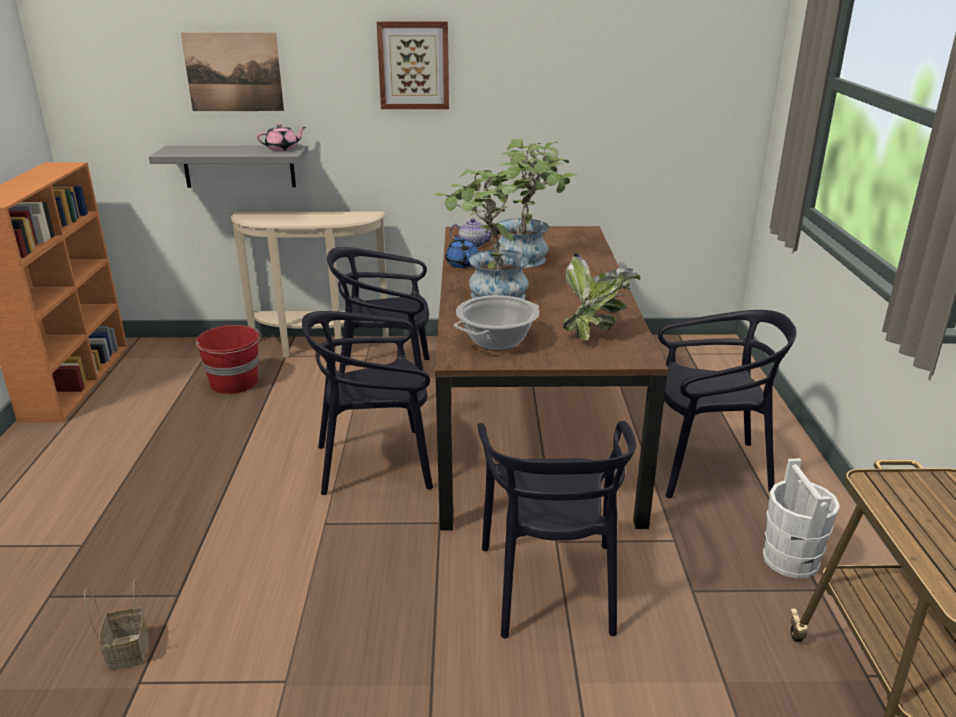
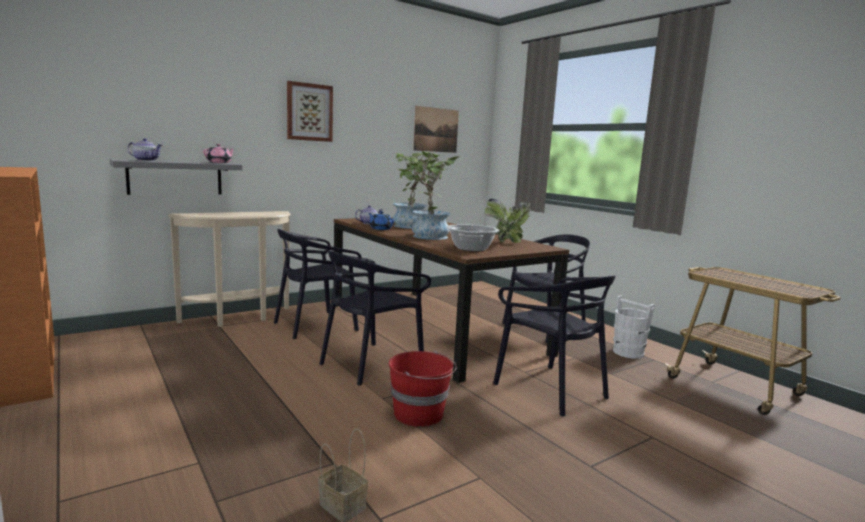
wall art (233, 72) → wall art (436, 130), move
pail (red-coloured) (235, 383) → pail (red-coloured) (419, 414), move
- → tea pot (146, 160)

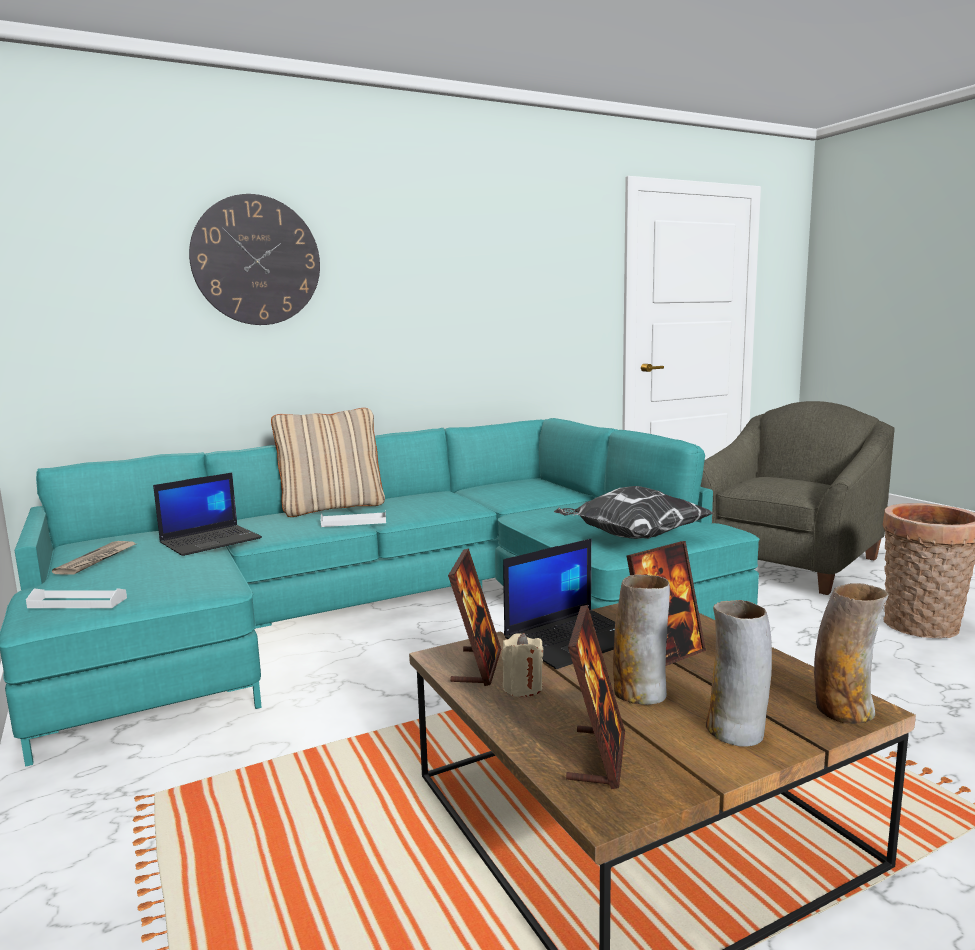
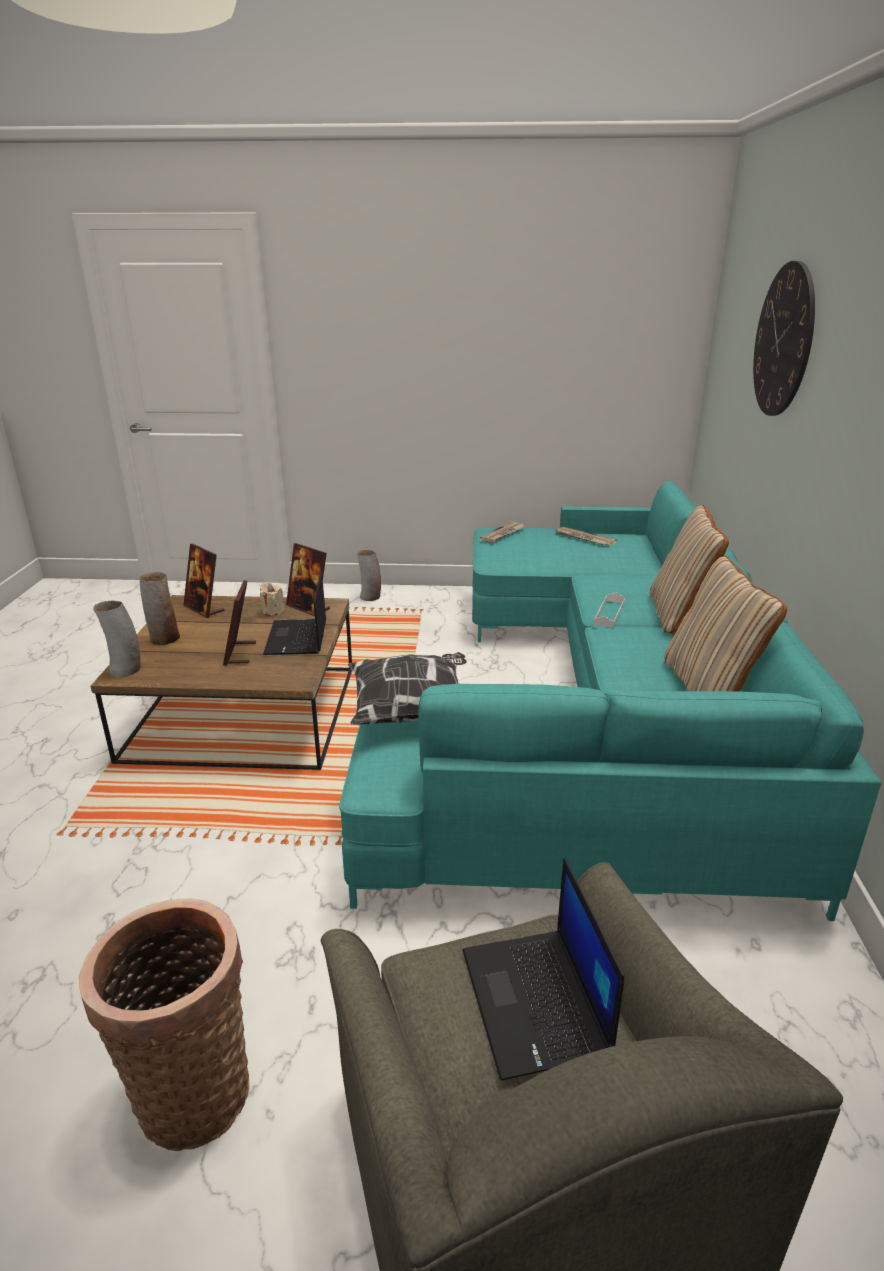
serving tray (white-coloured) (77, 603) → daily paper (503, 534)
notebook computer (211, 541) → notebook computer (536, 1003), move
flower vase (640, 692) → flower vase (370, 597), move
- → pillow (beige) (709, 689)

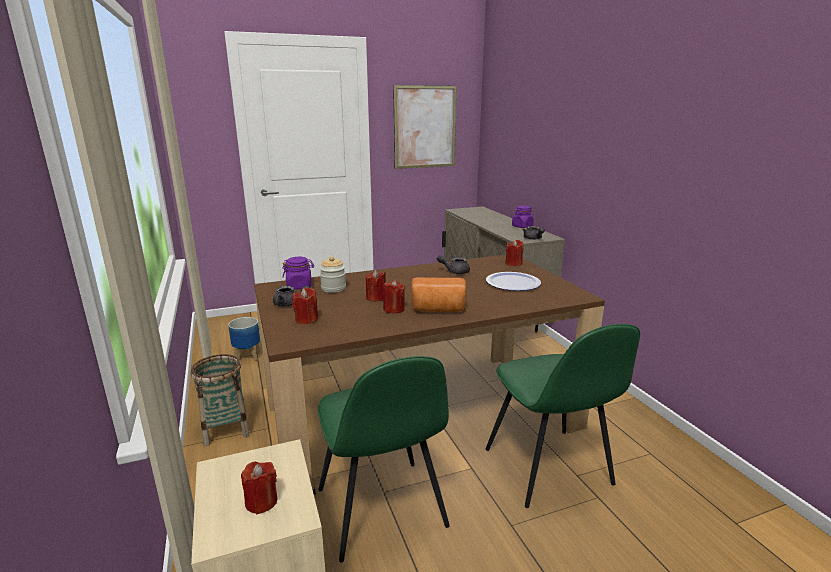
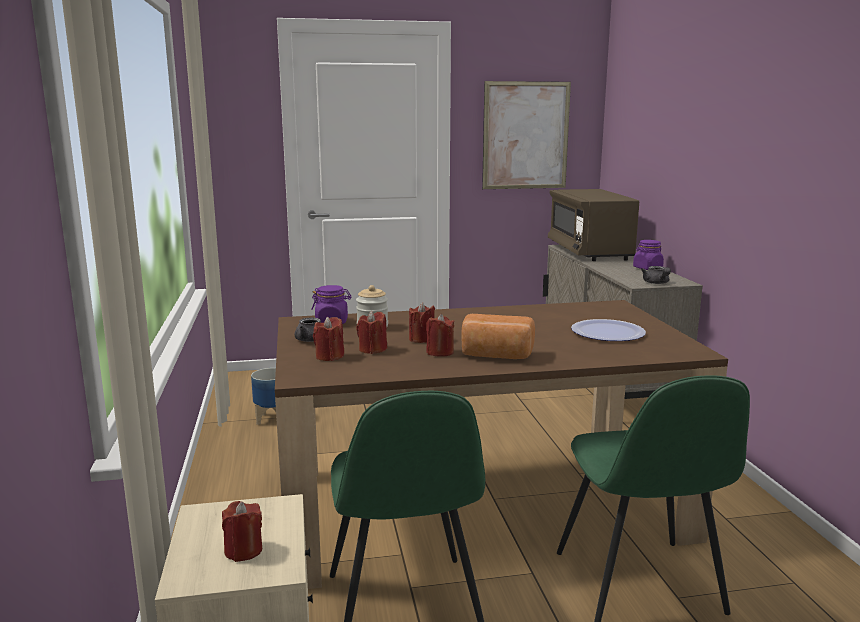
household basket (225, 429) → -
tea pot (greyish) (454, 271) → -
wax light (red-coloured) (513, 263) → wax light (red-coloured) (372, 349), move
- → microwave (brown) (589, 252)

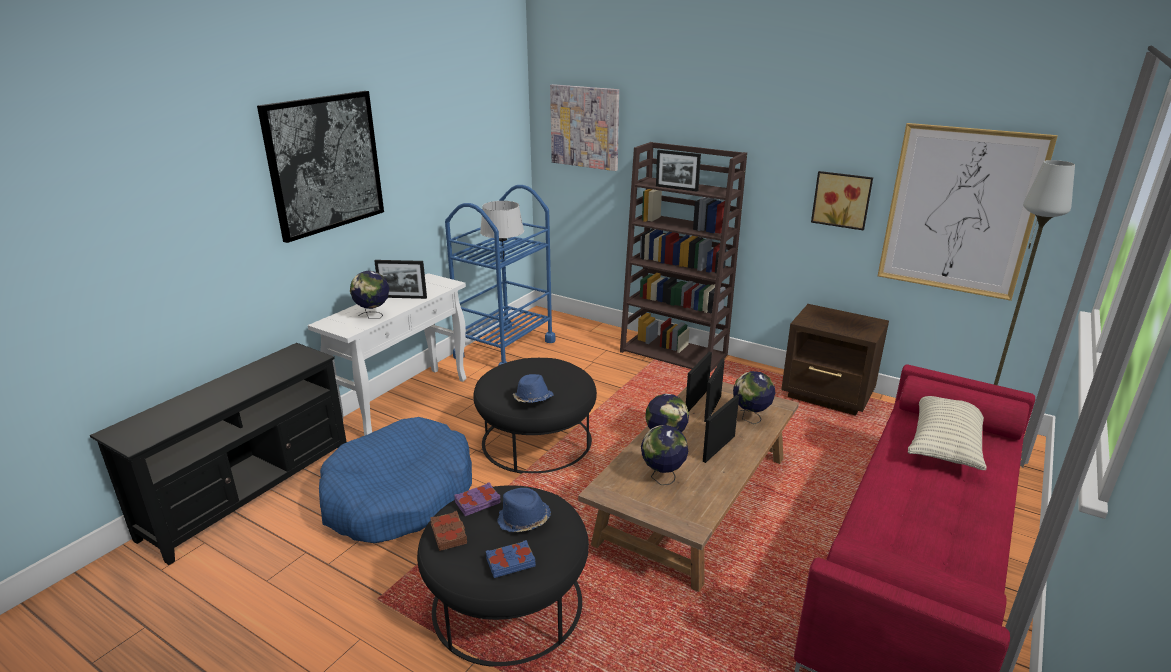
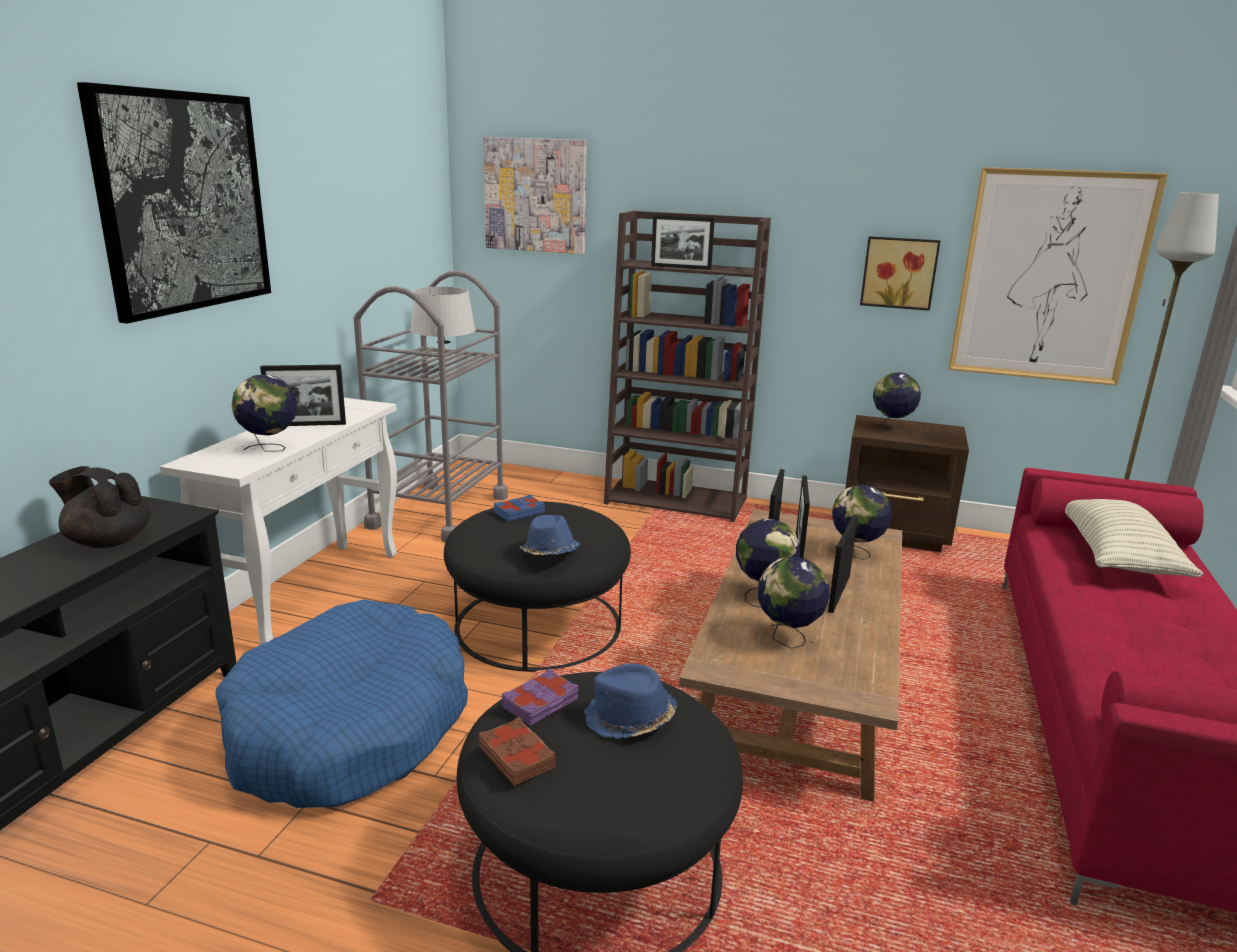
cart (bluish) (505, 349) → cart (greyish) (439, 511)
bound book (bluish) (510, 562) → bound book (bluish) (519, 512), move
- → tea pot (blackish) (108, 541)
- → world globe (891, 429)

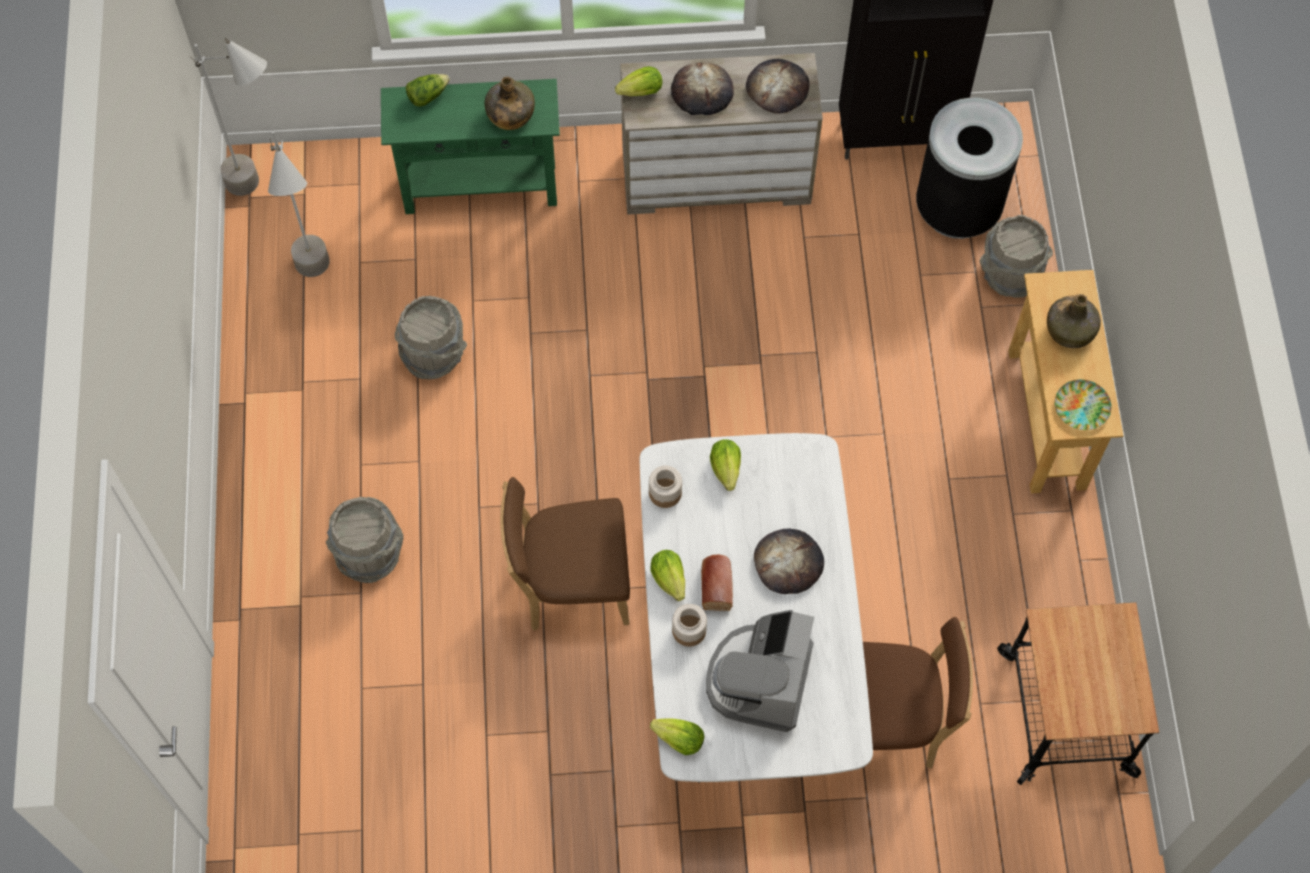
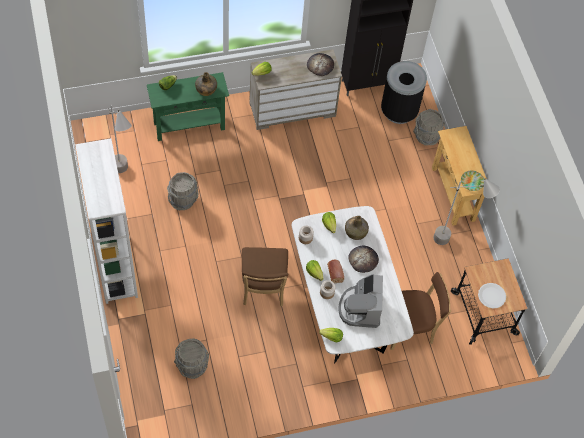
standing lamp (greyish) (265, 194) → standing lamp (greyish) (454, 242), move
pail (greyish) (369, 553) → pail (greyish) (191, 365), move
plain chair (brown) (570, 585) → plain chair (brown) (263, 289), 75 degrees counterclockwise
bakery bread (702, 92) → -
beverage bottle (green-coloured) (1070, 330) → beverage bottle (green-coloured) (356, 232), move
- → bookcase (white-coloured) (115, 266)
- → plate (white-coloured) (491, 296)

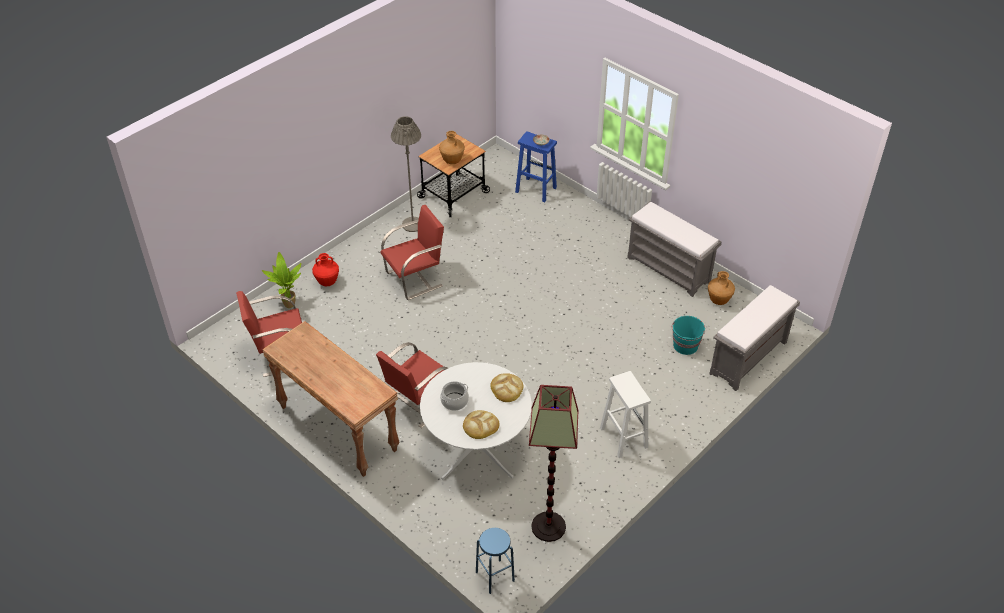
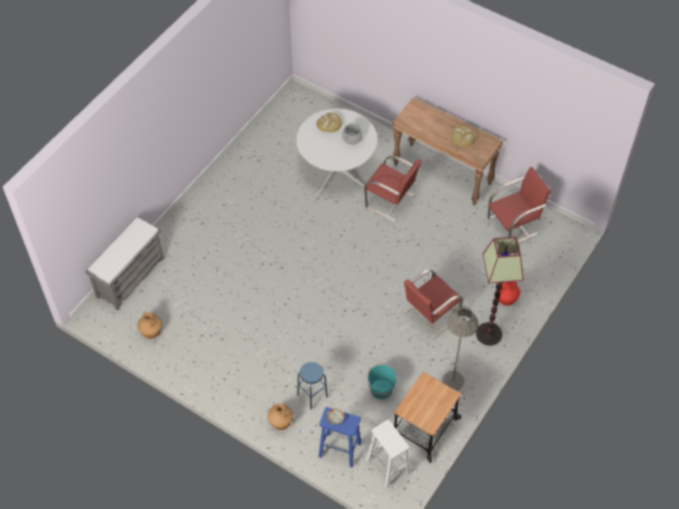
plant in a pot (287, 305) → -
plain chair (red-coloured) (417, 402) → plain chair (red-coloured) (391, 202), 90 degrees clockwise
flower vase (brown) (452, 161) → flower vase (brown) (281, 423), move
stool seat (bluish) (495, 576) → stool seat (bluish) (312, 395), move
bakery bread (507, 388) → bakery bread (463, 137), move
standing lamp (548, 527) → standing lamp (489, 334), move
stool seat (white-coloured) (623, 437) → stool seat (white-coloured) (388, 467), move
indoor bench (greyish) (669, 269) → -
pail (turquoise-coloured) (685, 346) → pail (turquoise-coloured) (381, 388), move

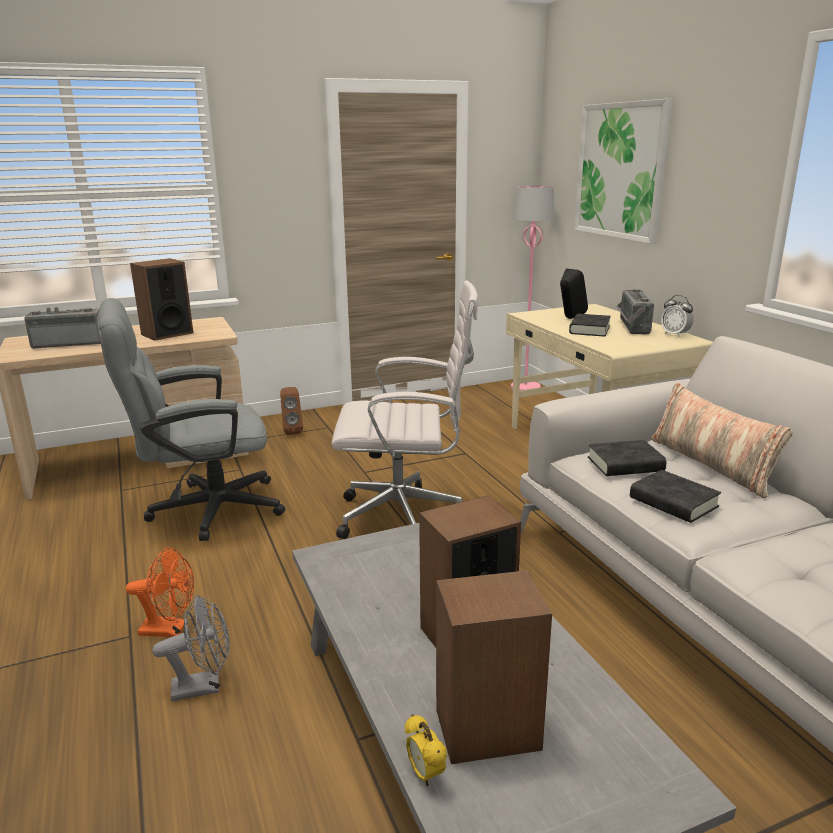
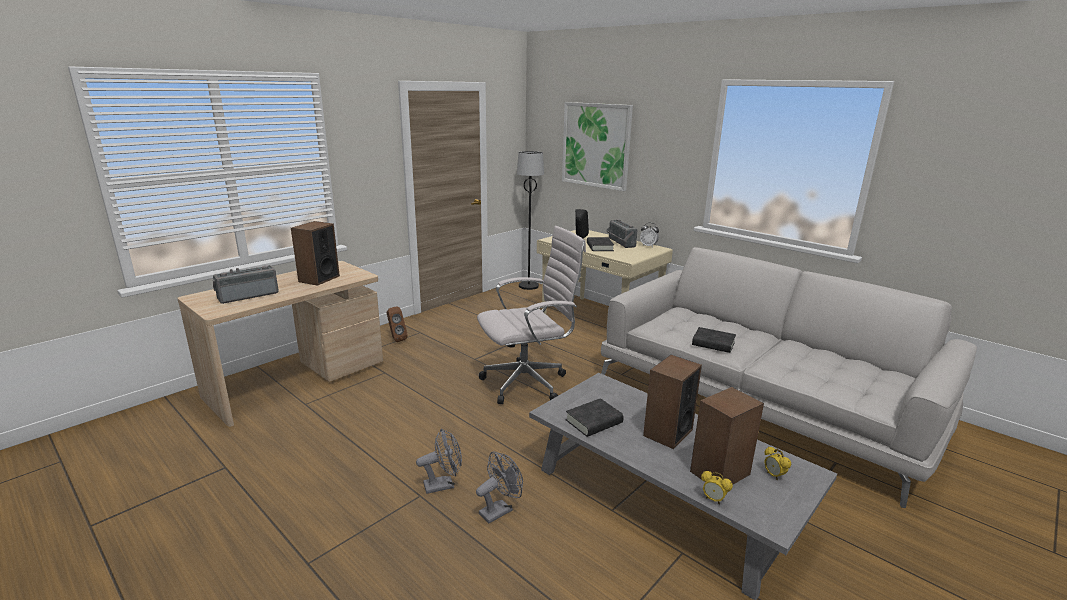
computer chair (greyish) (203, 510) → -
fan (orangey) (170, 629) → fan (greyish) (443, 484)
standing lamp (pink-coloured) (525, 387) → standing lamp (blackish) (528, 286)
bound book (blackish) (625, 464) → bound book (blackish) (594, 421), move
pillow (711, 464) → -
- → bedside clock (773, 475)

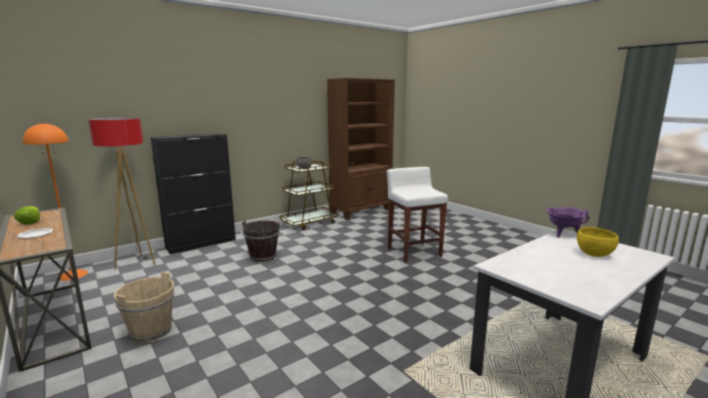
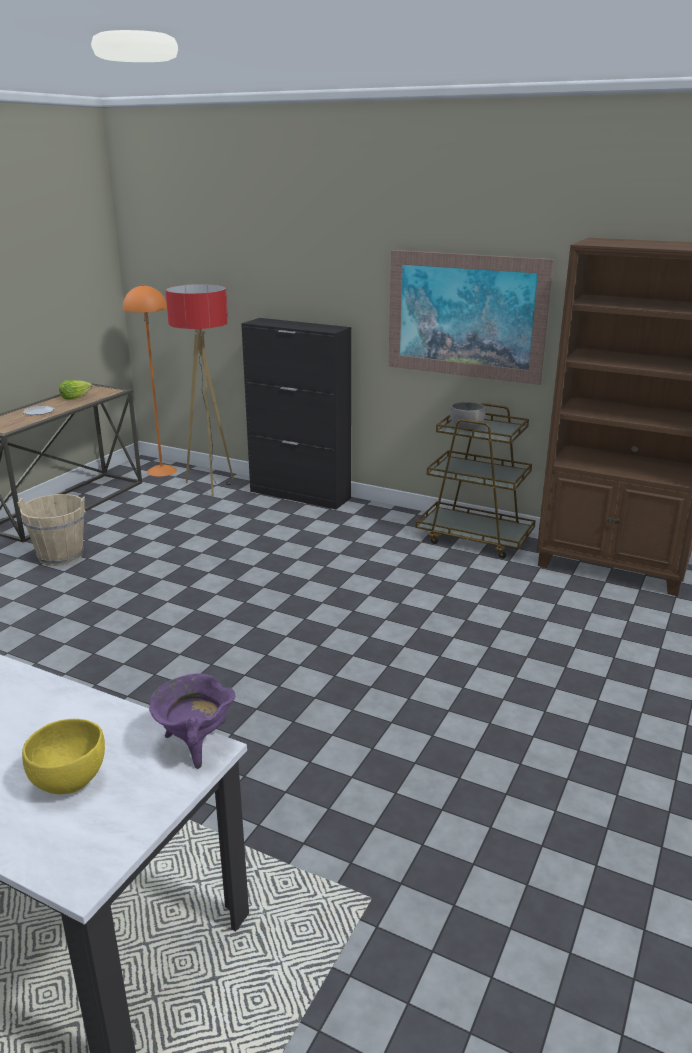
pail (brown) (263, 256) → -
stool seat (white-coloured) (413, 252) → -
- → wall art (465, 316)

